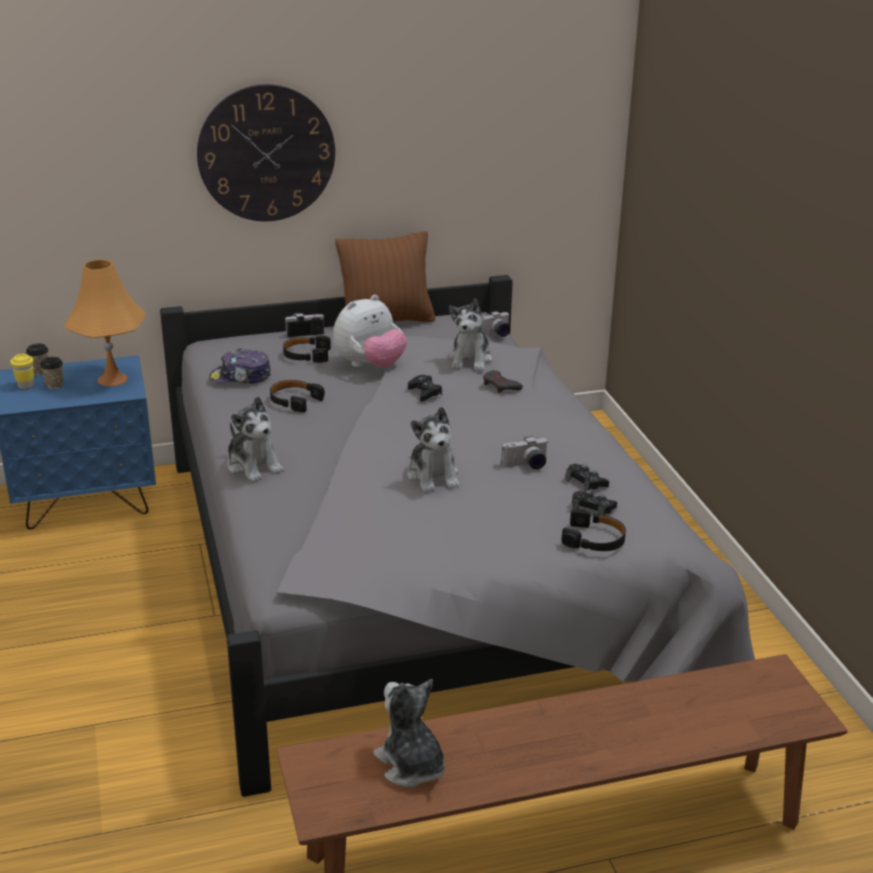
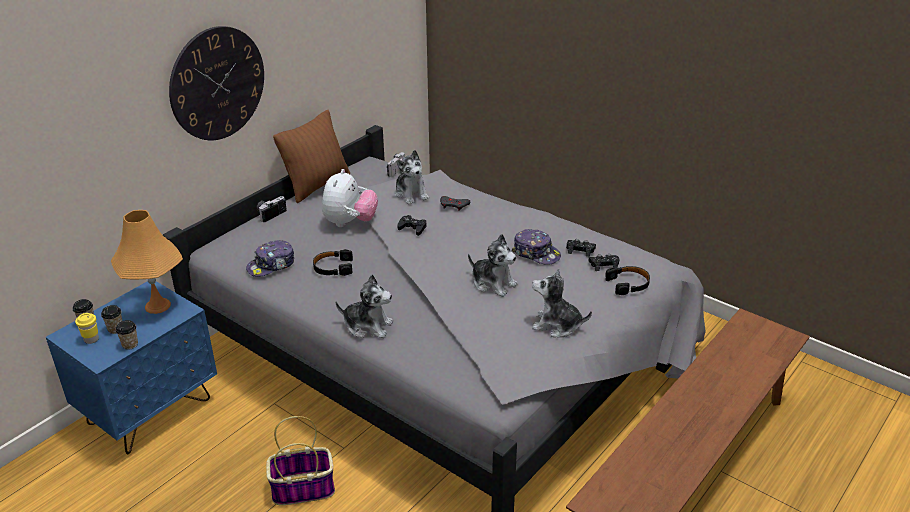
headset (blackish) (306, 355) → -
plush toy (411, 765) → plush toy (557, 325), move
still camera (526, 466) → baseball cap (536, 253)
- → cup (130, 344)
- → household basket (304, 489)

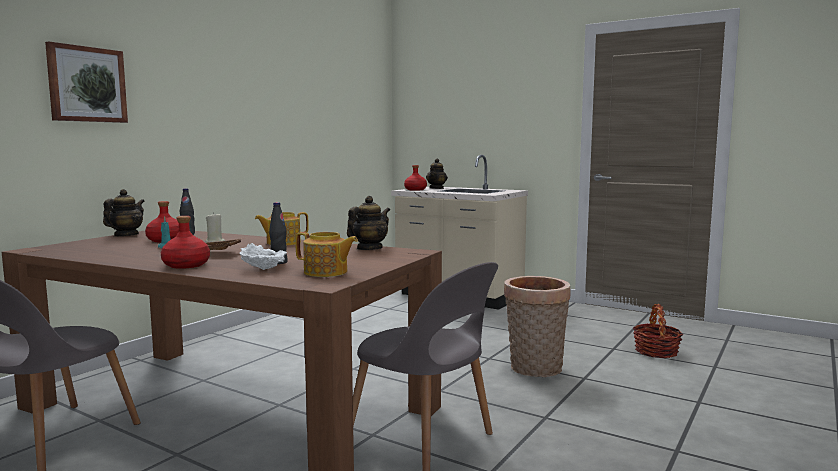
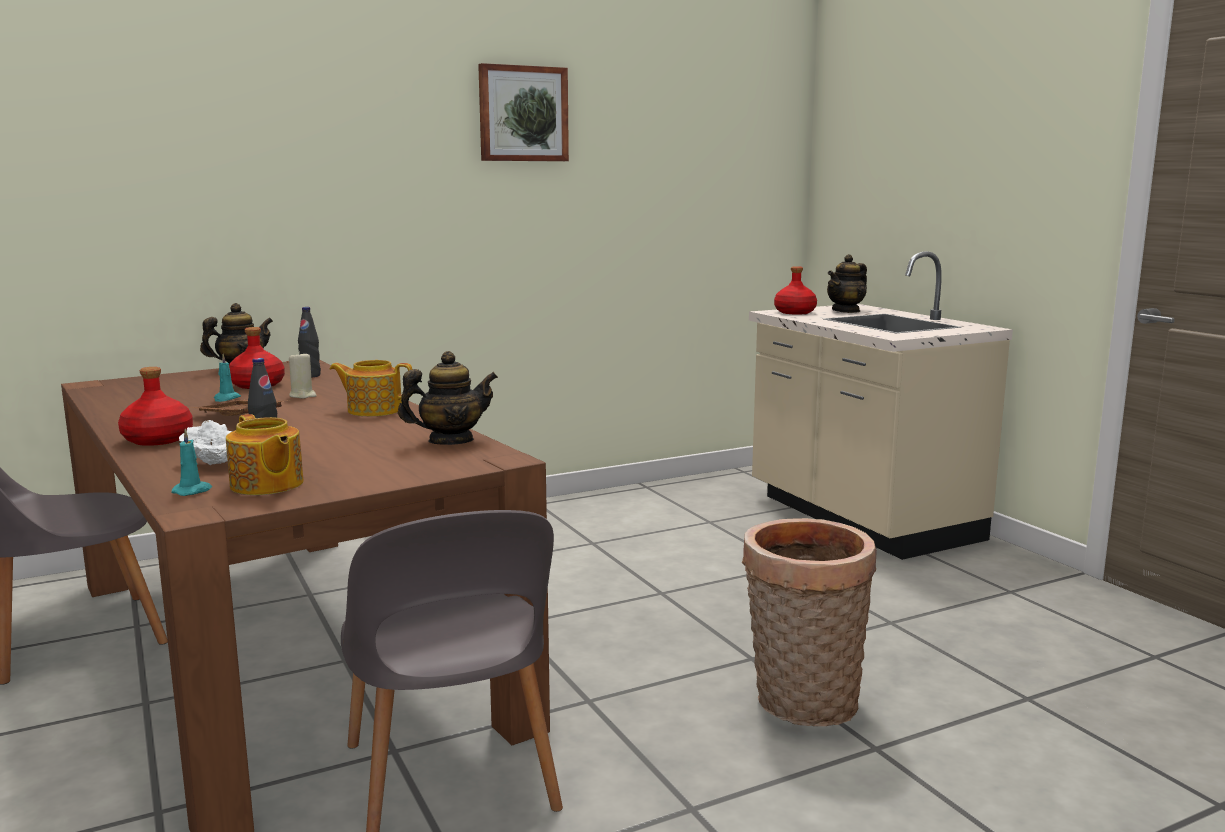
wall art (86, 84) → wall art (523, 114), move
household basket (656, 351) → -
- → wax light (turquoise-coloured) (193, 491)

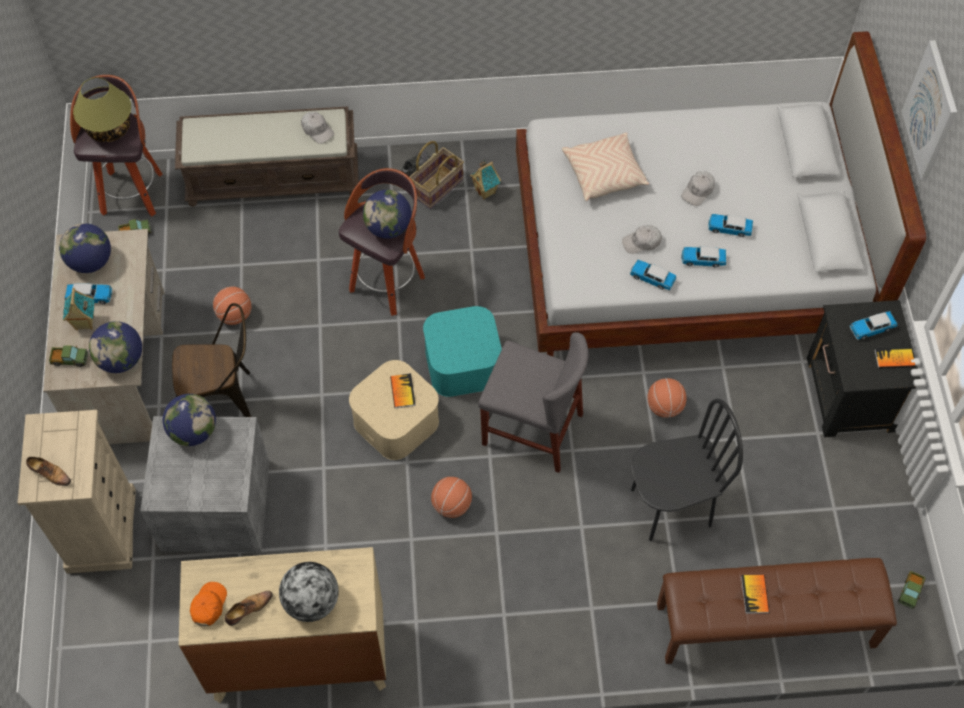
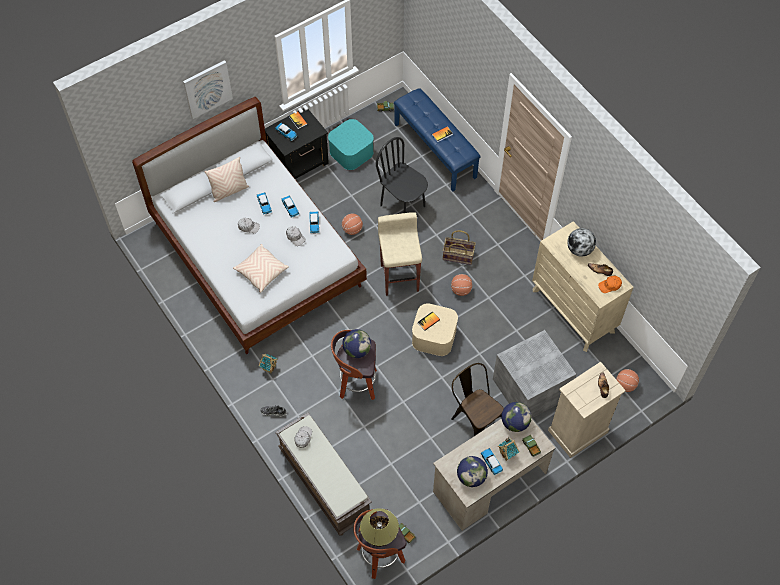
world globe (193, 431) → -
ball for basketball (234, 315) → ball for basketball (625, 385), move
household basket (437, 188) → household basket (458, 255), move
storage container (turquoise-coloured) (462, 363) → storage container (turquoise-coloured) (351, 152), move
plain chair (greyish) (532, 429) → stool seat (beige) (400, 277)
indoor bench (brown) (765, 626) → indoor bench (bluish) (435, 150)
- → pillow (beige) (229, 191)

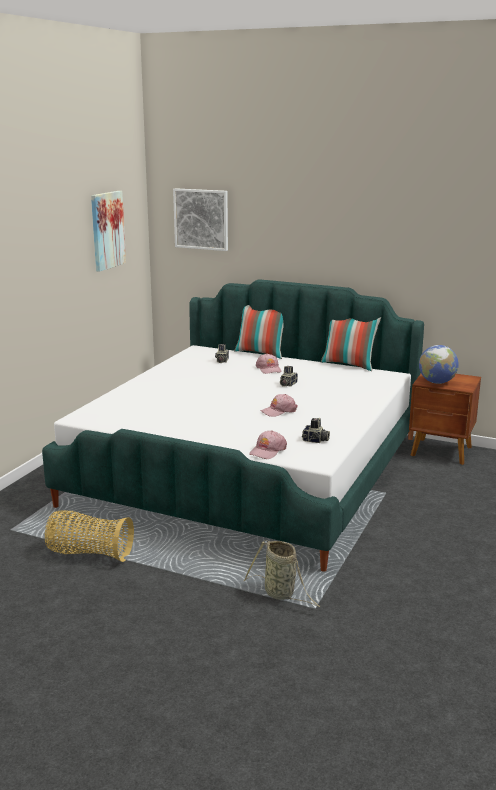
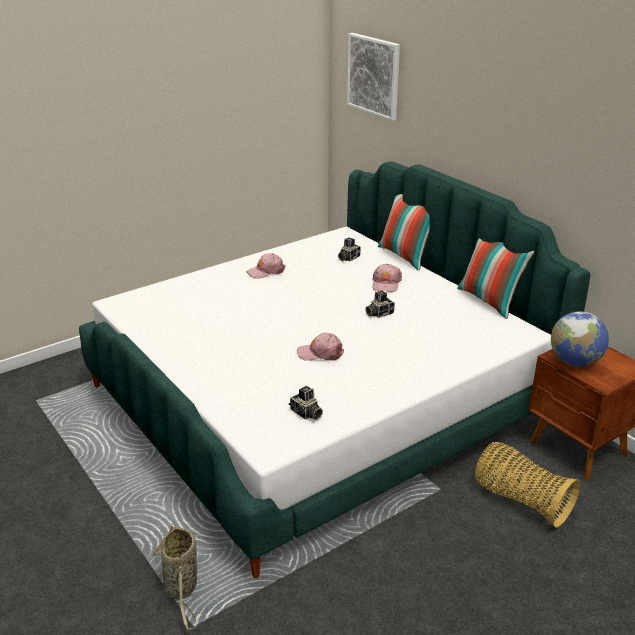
household basket (89, 553) → household basket (520, 499), move
wall art (107, 230) → -
baseball cap (pink-coloured) (267, 451) → baseball cap (pink-coloured) (266, 271), move

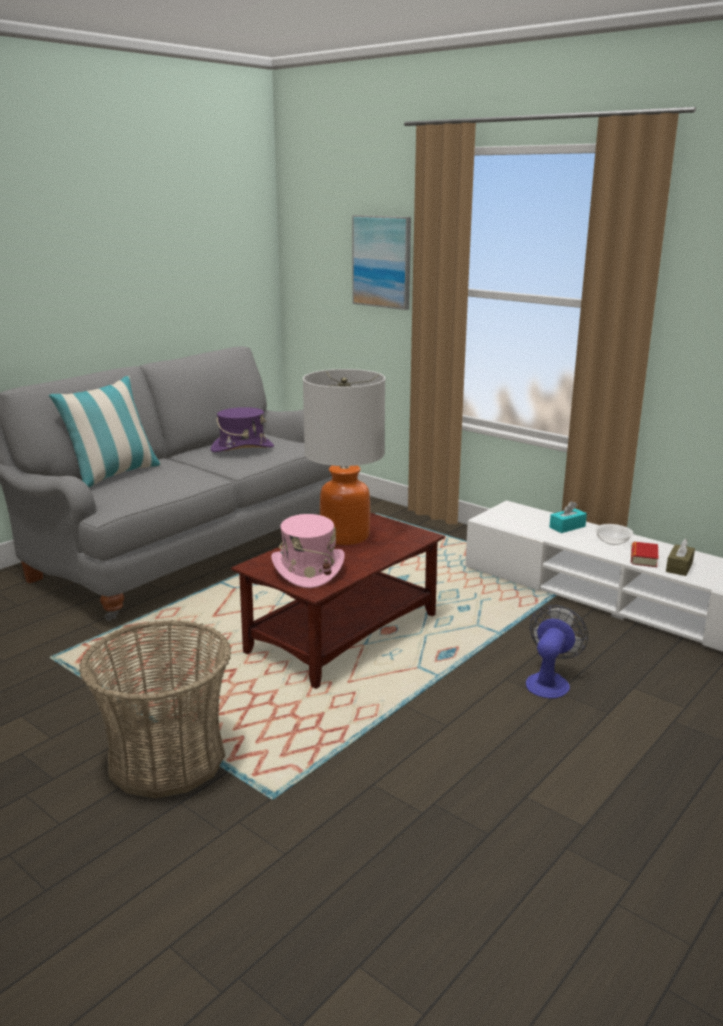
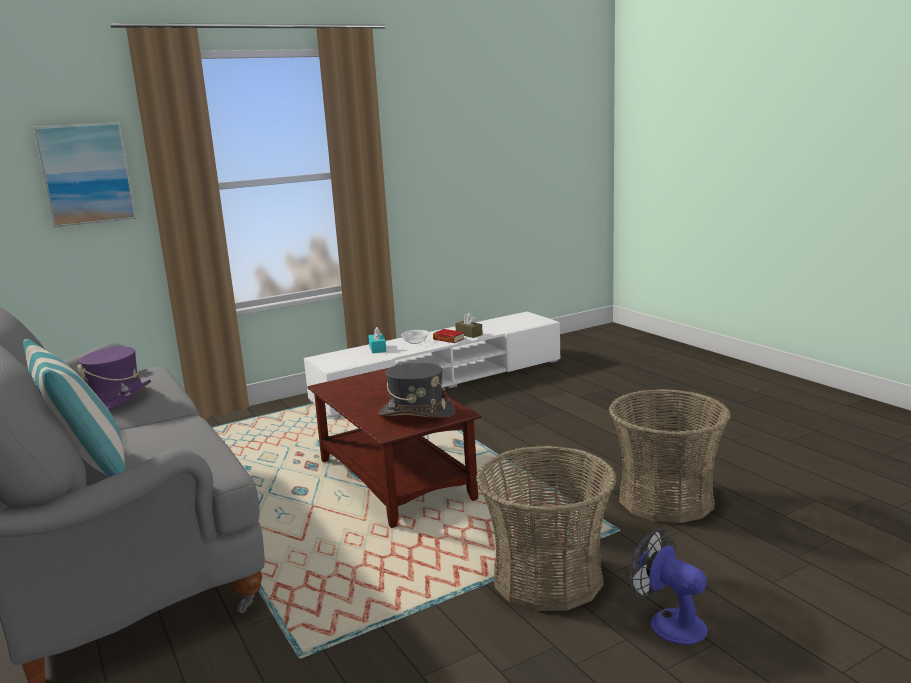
wearable hat (pink-coloured) (308, 569) → wearable hat (greyish) (416, 413)
table lamp (345, 536) → -
fan (549, 681) → fan (669, 622), move
- → household basket (666, 499)

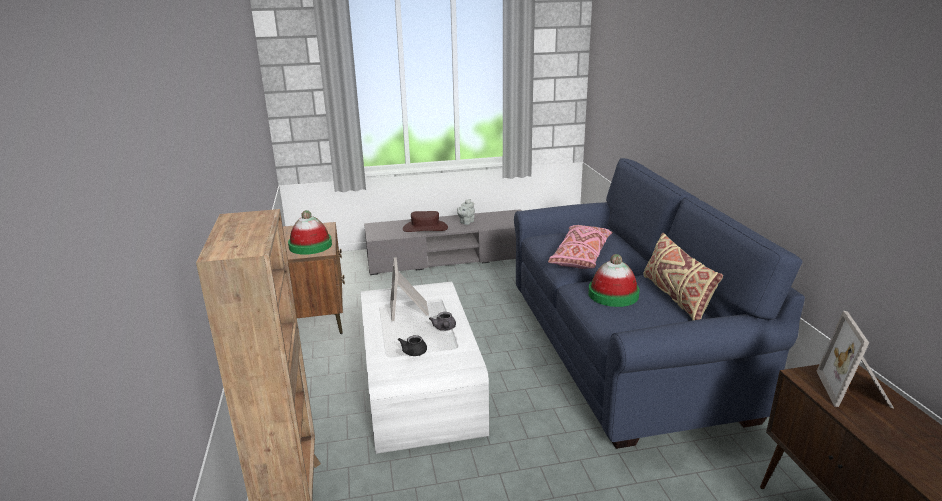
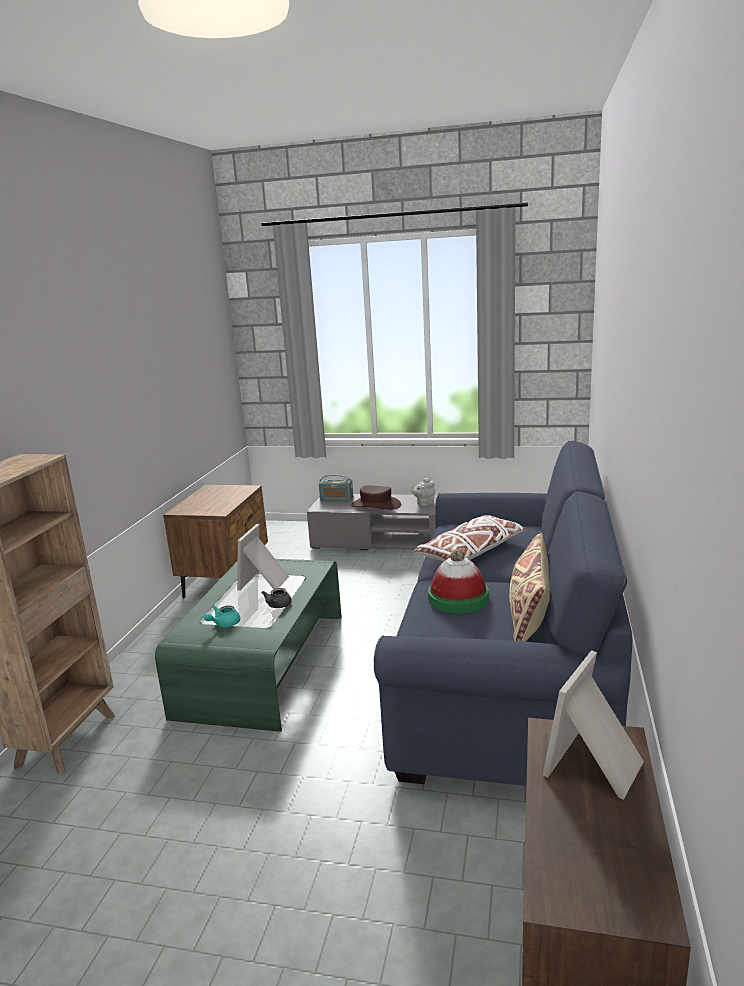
wearable hat (310, 245) → -
lounge table (white-coloured) (420, 383) → lounge table (green-coloured) (263, 663)
tea pot (blackish) (413, 353) → tea pot (turquoise-coloured) (224, 624)
pillow (pink-coloured) (580, 256) → pillow (white-coloured) (471, 552)
- → radio receiver (336, 499)

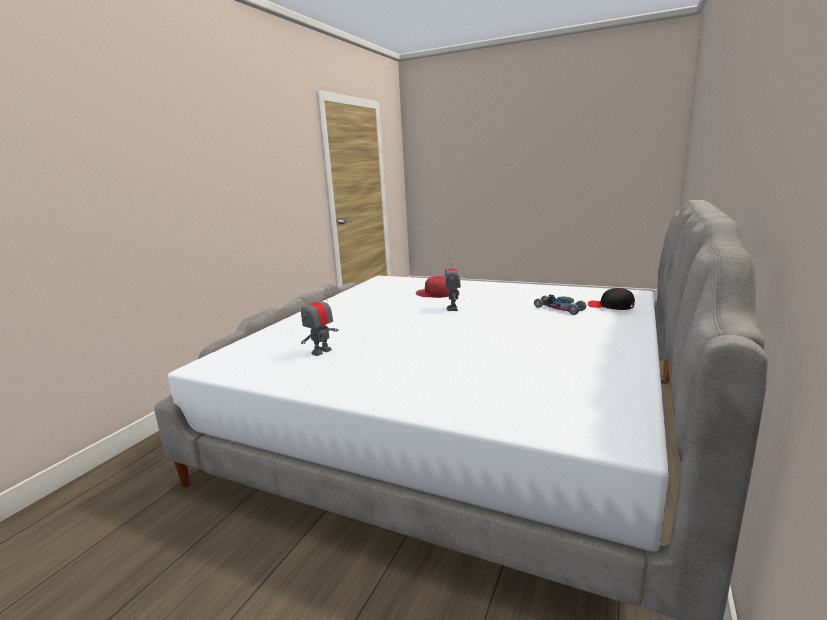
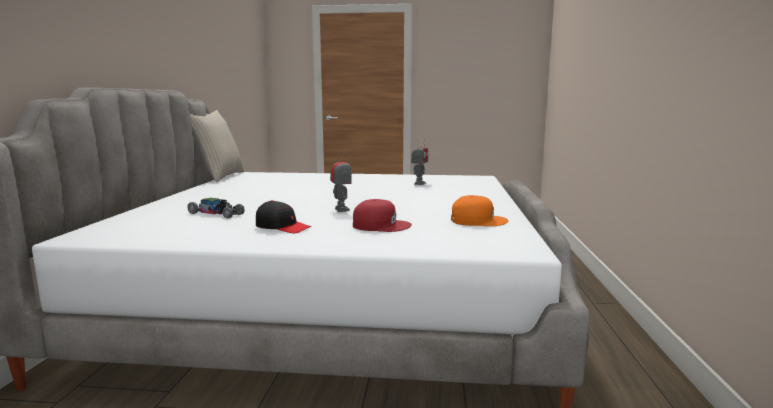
baseball cap (blackish) (610, 306) → baseball cap (blackish) (282, 227), move
- → pillow (beige) (219, 177)
- → baseball cap (orangey) (478, 220)

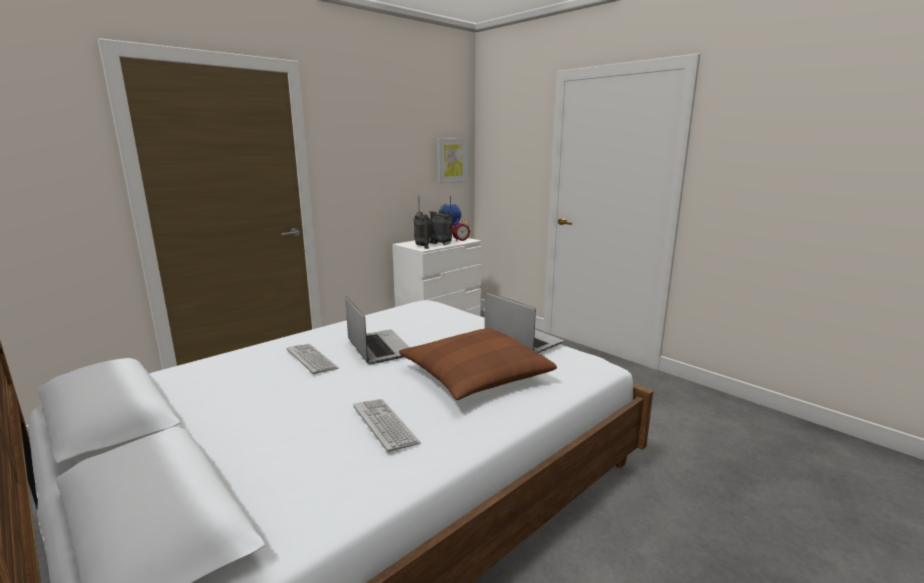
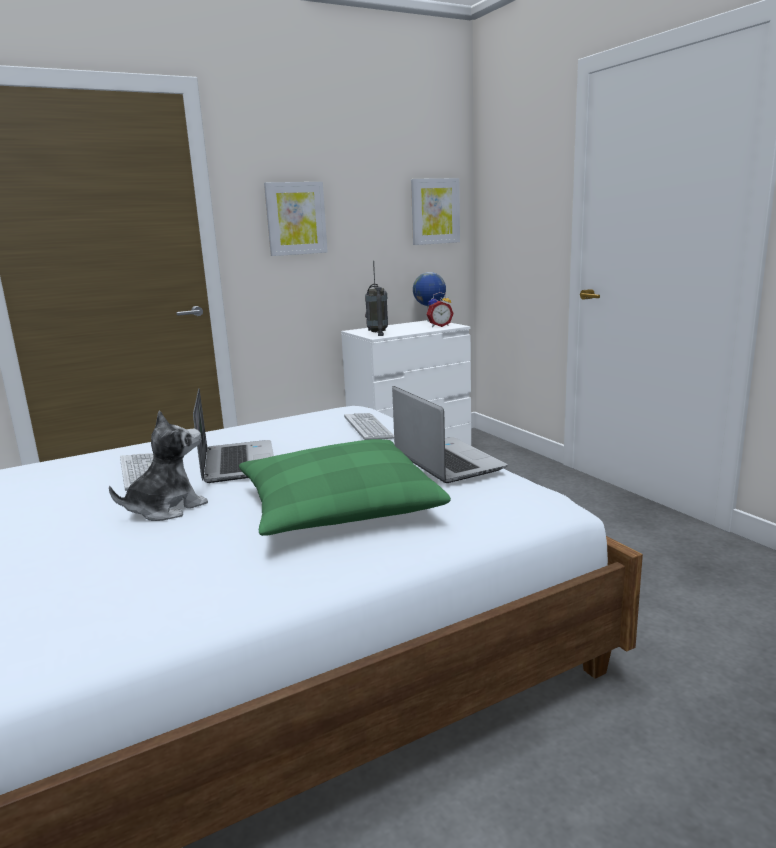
keyboard (385, 425) → keyboard (368, 428), move
pillow (brown) (475, 375) → pillow (green-coloured) (338, 506)
radio receiver (442, 244) → -
- → plush toy (166, 508)
- → wall art (295, 218)

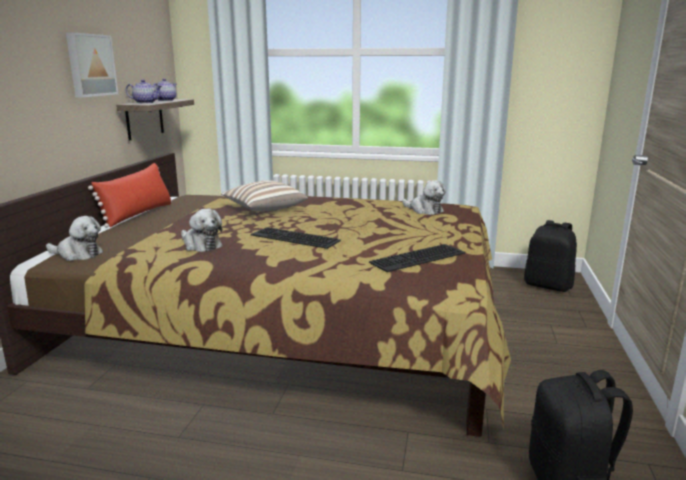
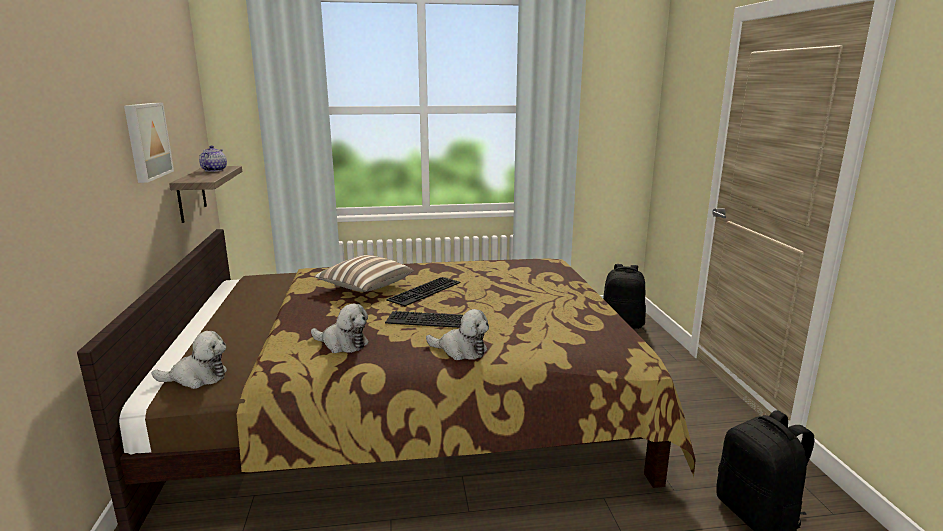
pillow (red-coloured) (138, 214) → -
tea pot (145, 102) → -
keyboard (418, 258) → keyboard (425, 291), move
plush toy (424, 210) → plush toy (461, 350), move

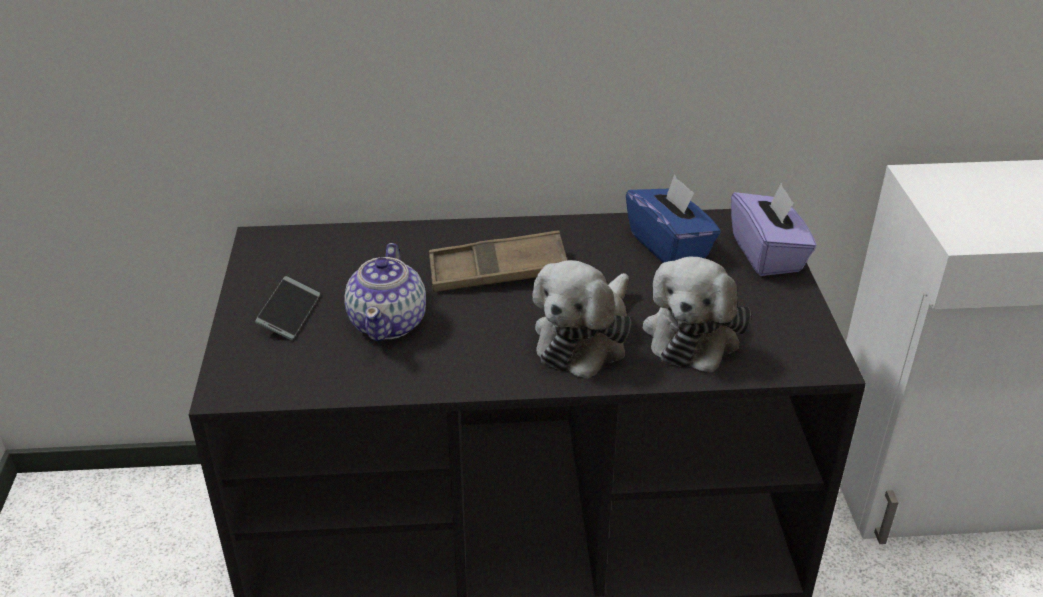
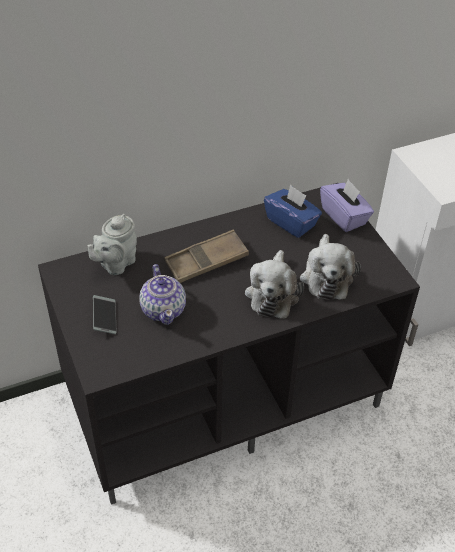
- → tea pot (greyish) (116, 264)

